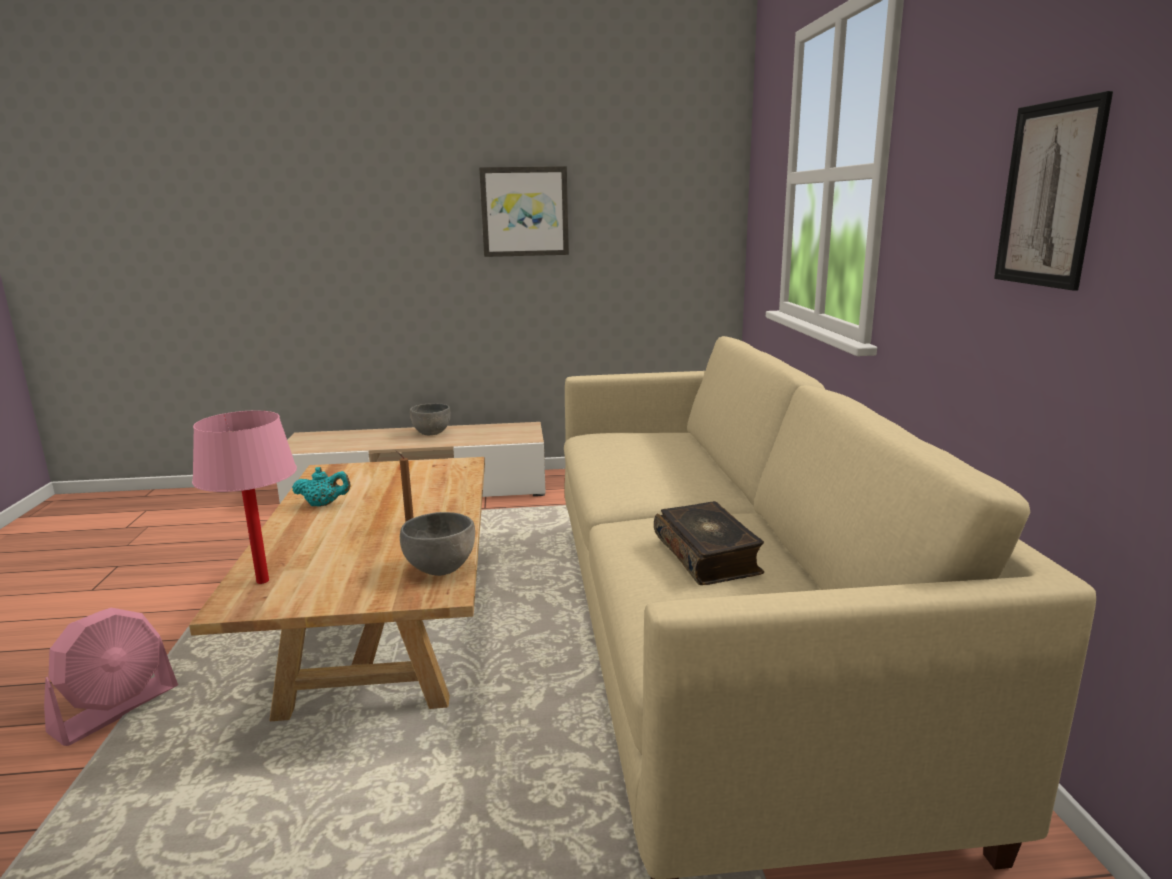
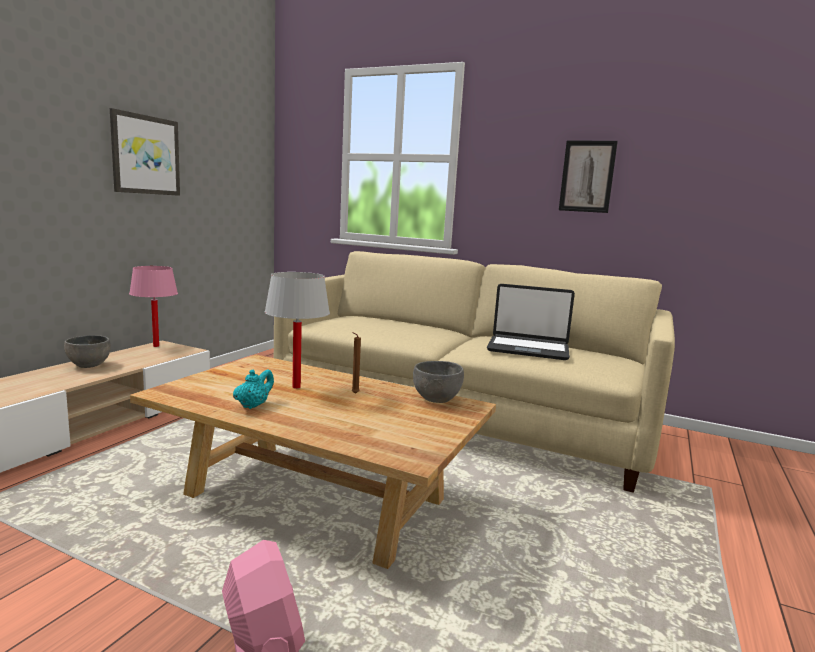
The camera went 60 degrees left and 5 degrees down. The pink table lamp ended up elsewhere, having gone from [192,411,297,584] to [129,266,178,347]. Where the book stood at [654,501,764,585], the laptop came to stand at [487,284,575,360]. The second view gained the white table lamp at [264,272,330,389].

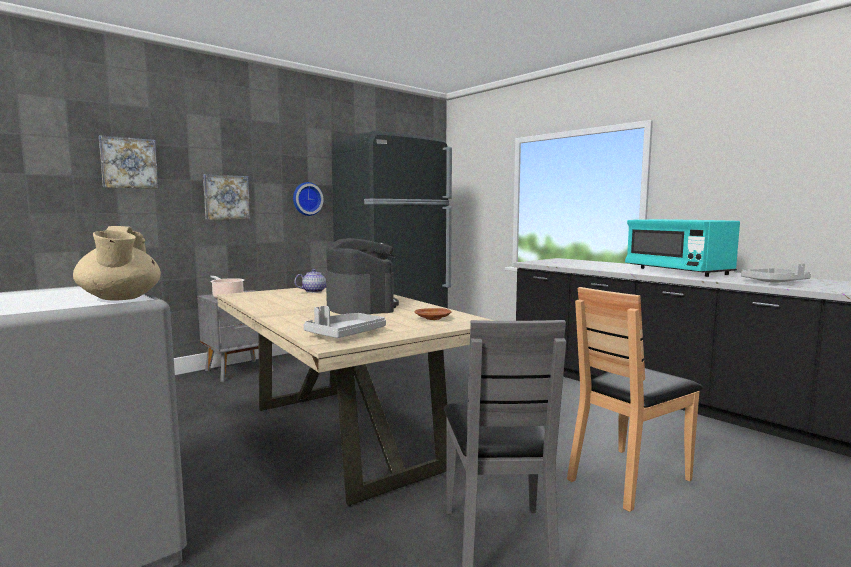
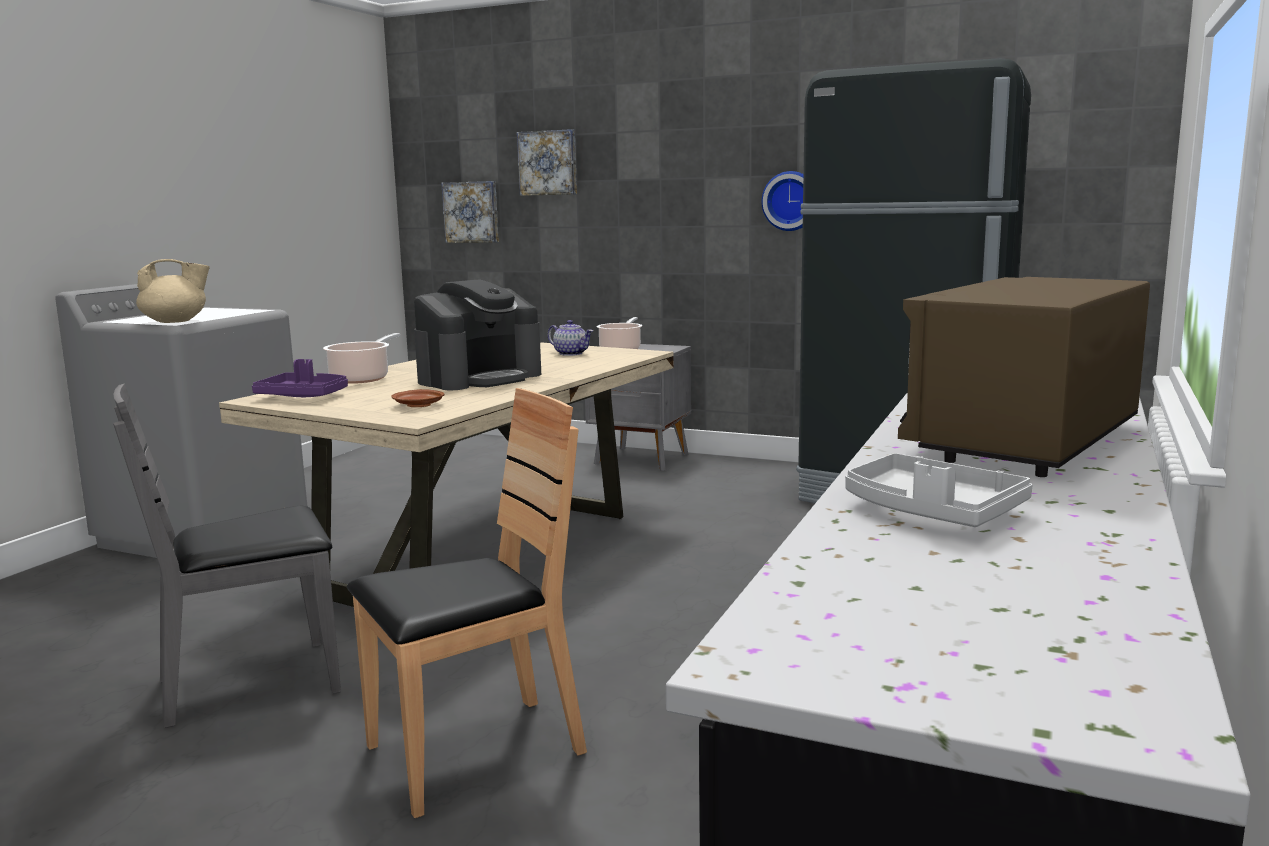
The camera went 65 degrees right and 5 degrees up. The beige teapot at [73,226,161,301] ended up facing another way, 150 degrees counterclockwise from before. The picture ended up elsewhere, having gone from [203,174,250,220] to [441,181,499,243]. What was the grey tray at [303,306,386,338] turned into the purple tray at [252,359,348,397]. The brown chair at [567,287,703,512] ended up facing another way, 120 degrees clockwise from before. What was the turquoise microwave at [625,219,740,277] turned into the brown microwave at [898,277,1150,477]. The second view gained the cooking pot at [323,333,400,384].

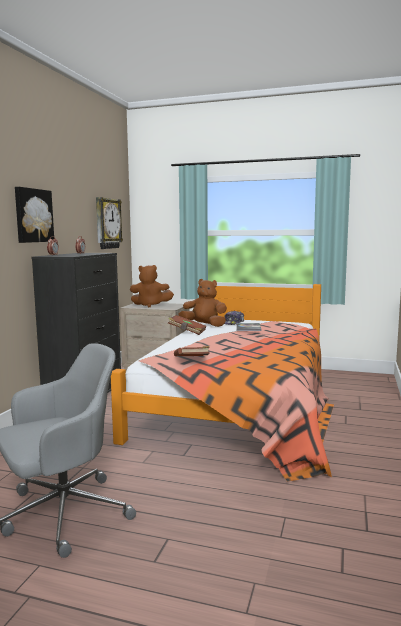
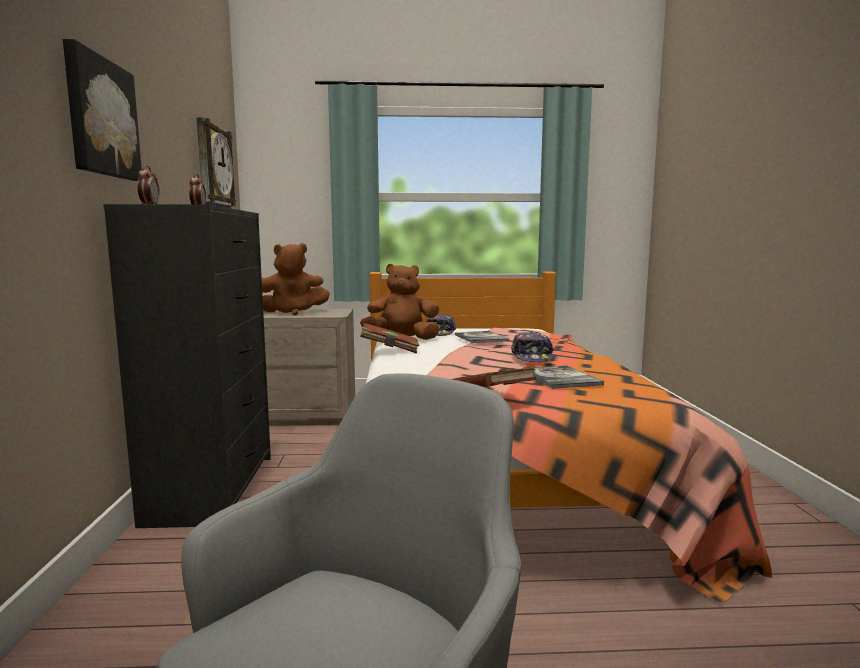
The camera went 20 degrees left and 0 degrees up. The second view gained the cap at [511,332,554,362]. The second view gained the book at [521,366,604,389].

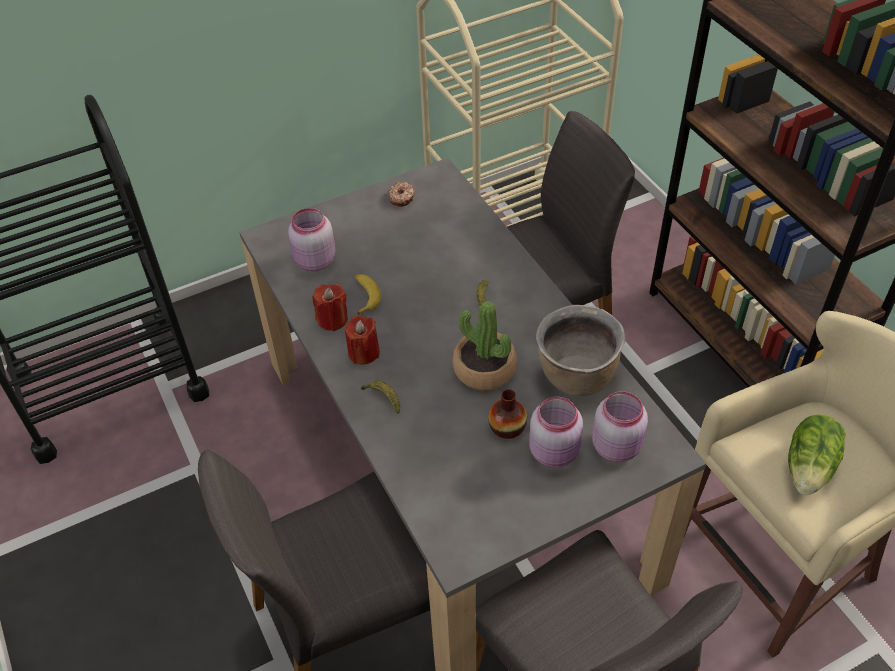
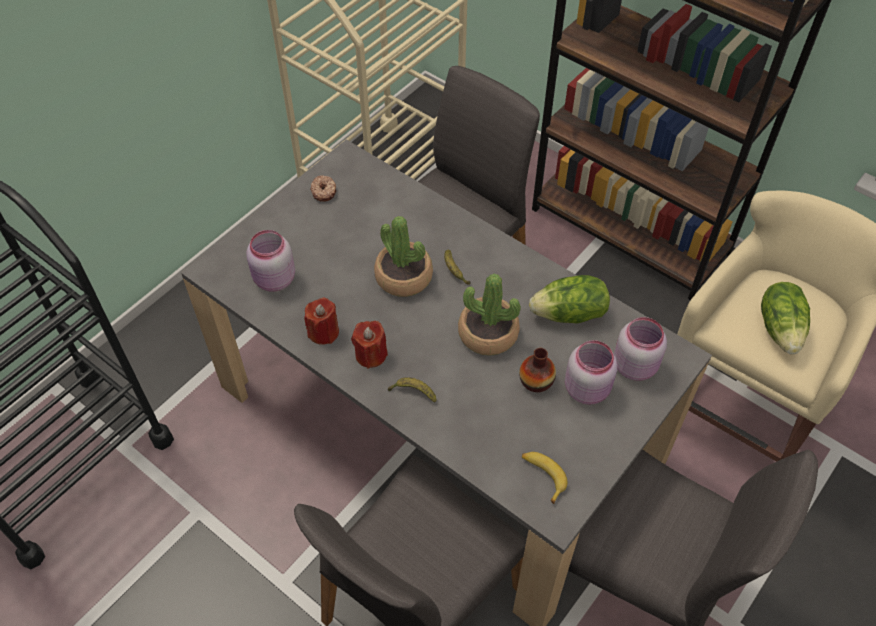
The camera went 25 degrees left and 5 degrees up. The banana ended up elsewhere, having gone from [355,274,381,315] to [522,452,567,504]. Where the brown cooking pot stood at [536,305,625,396], the lettuce came to stand at [529,275,610,323]. The second view gained the potted plant at [374,216,433,297].

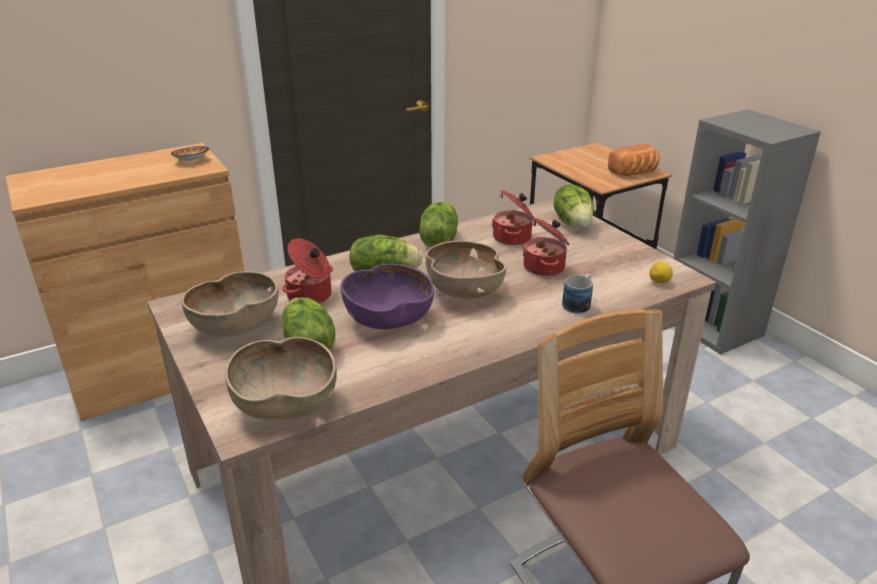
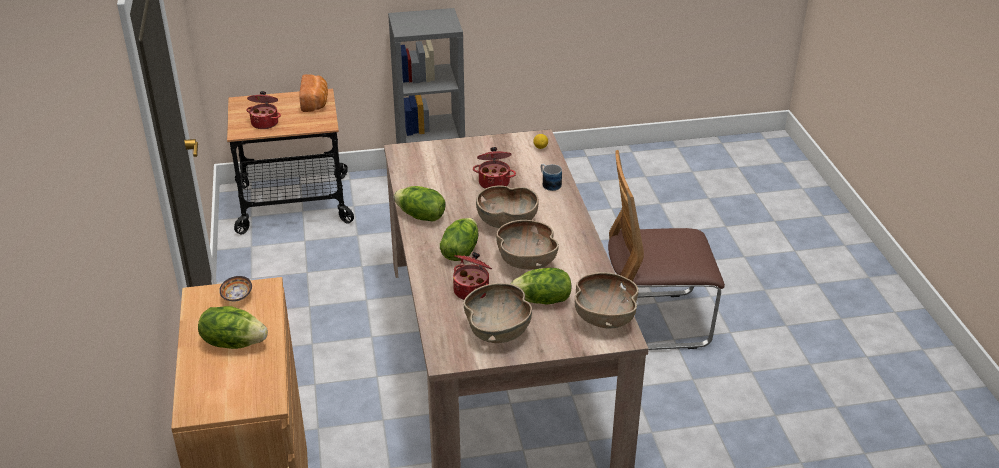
The camera went 70 degrees left and 5 degrees up. What was the purple bowl at [341,264,434,329] turned into the brown bowl at [496,220,559,270]. The cooking pot ended up elsewhere, having gone from [492,189,534,245] to [246,91,281,129]. The lettuce ended up elsewhere, having gone from [554,184,594,228] to [198,306,268,349].

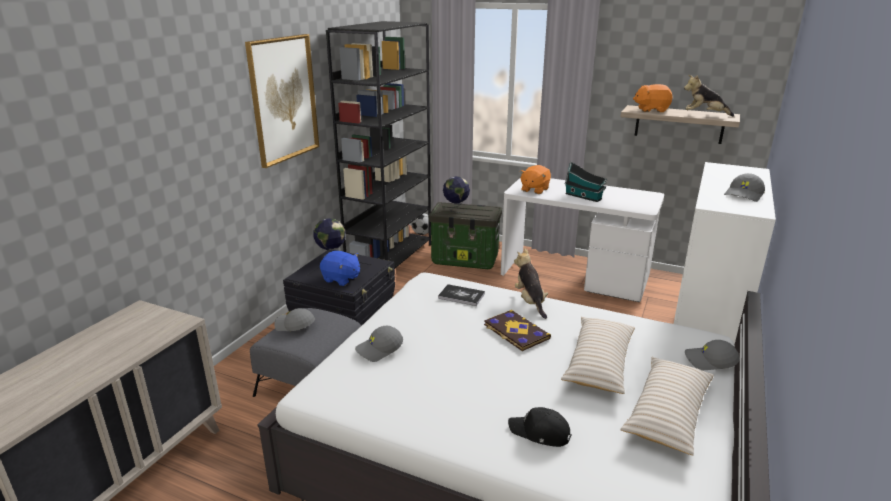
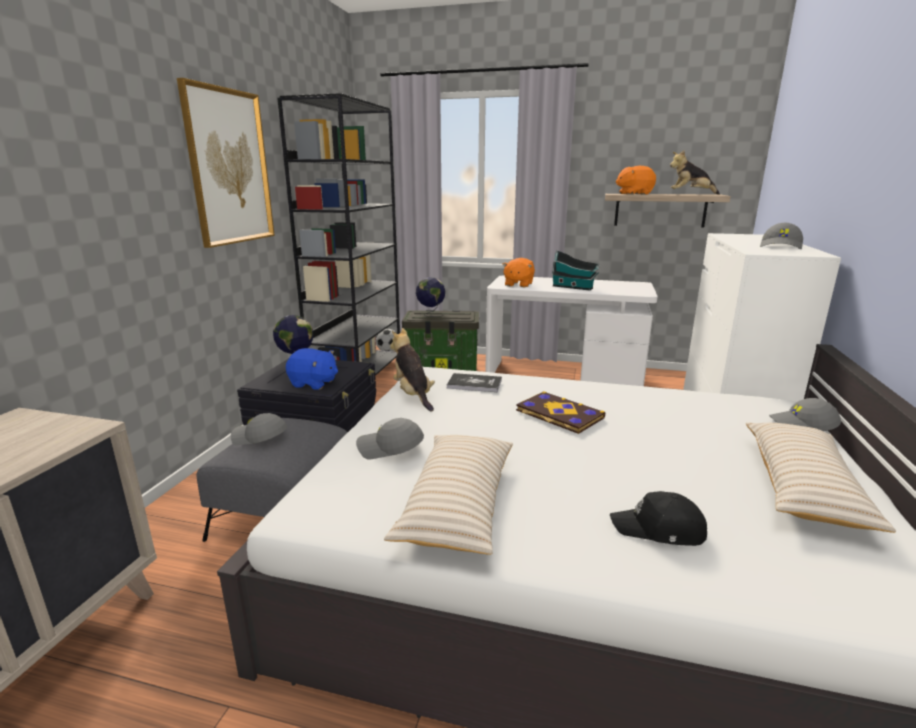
The camera went 10 degrees left and 5 degrees down. The grey cap at [355,326,403,362] ended up facing another way, 45 degrees clockwise from before. The plush toy ended up elsewhere, having gone from [514,248,548,319] to [390,328,435,411]. The beige pillow ended up elsewhere, having gone from [561,317,635,394] to [384,435,513,555].

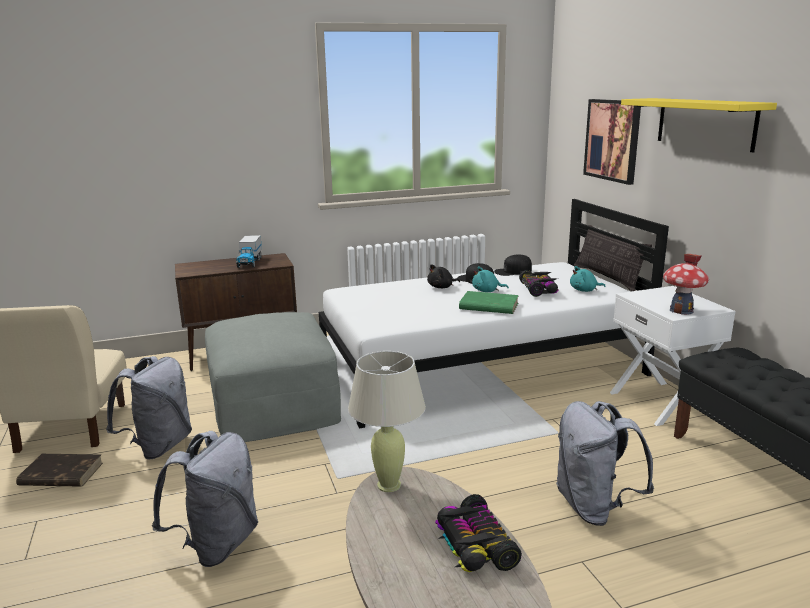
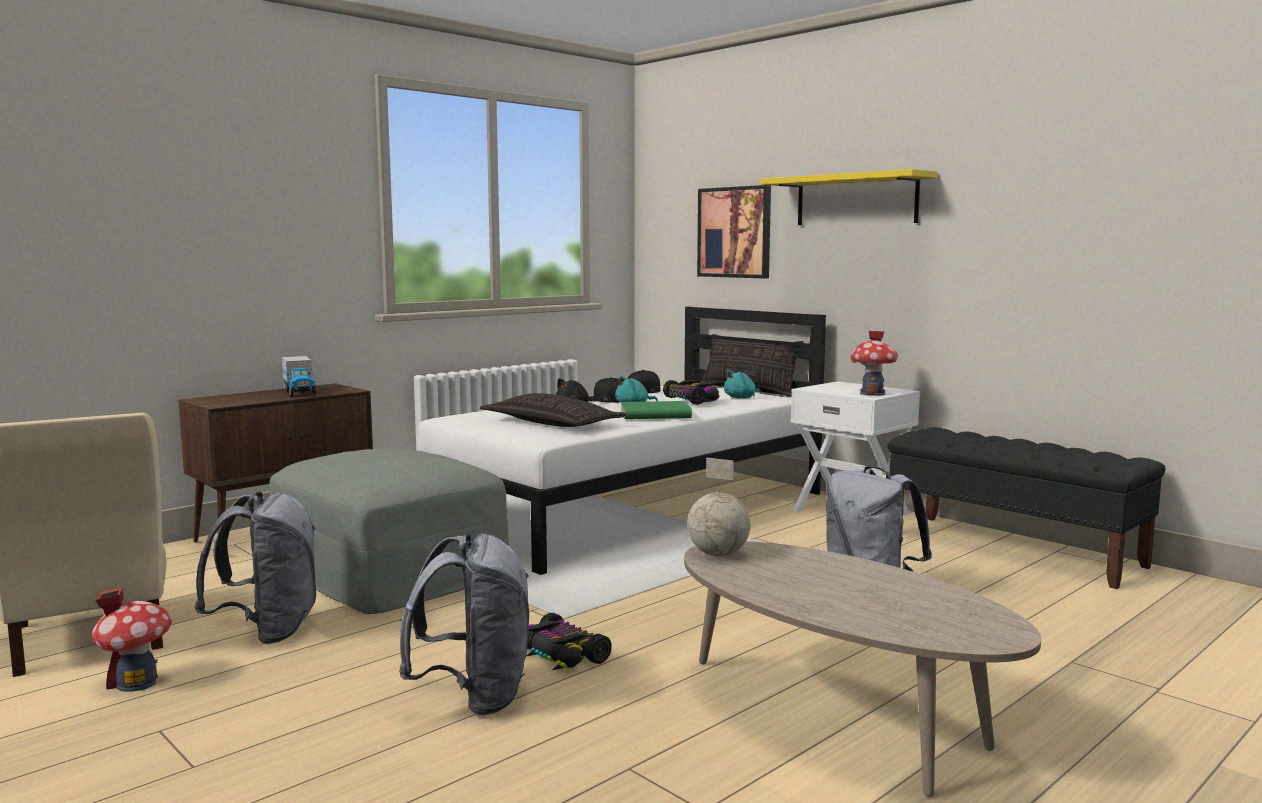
The camera went 25 degrees left and 10 degrees down. Where the brown book stood at [16,454,103,487], the toy house came to stand at [92,587,172,692]. Where the beige table lamp stood at [348,351,426,492], the globe came to stand at [687,457,751,556]. The toy car ended up elsewhere, having gone from [435,494,522,572] to [526,613,612,671]. The second view gained the pillow at [480,393,626,427].

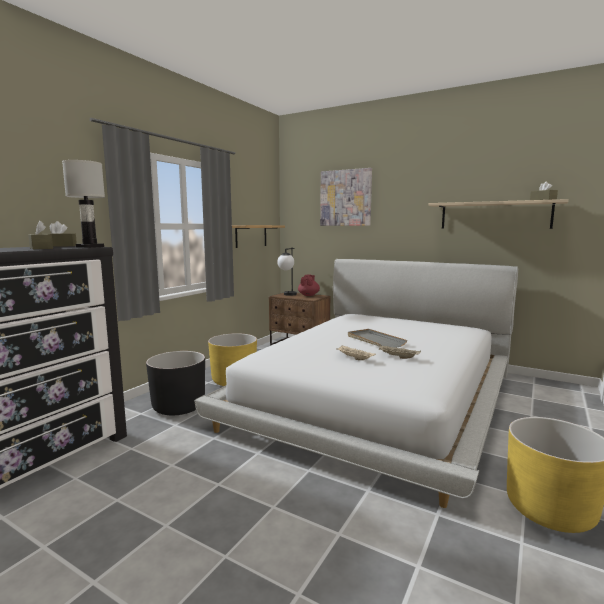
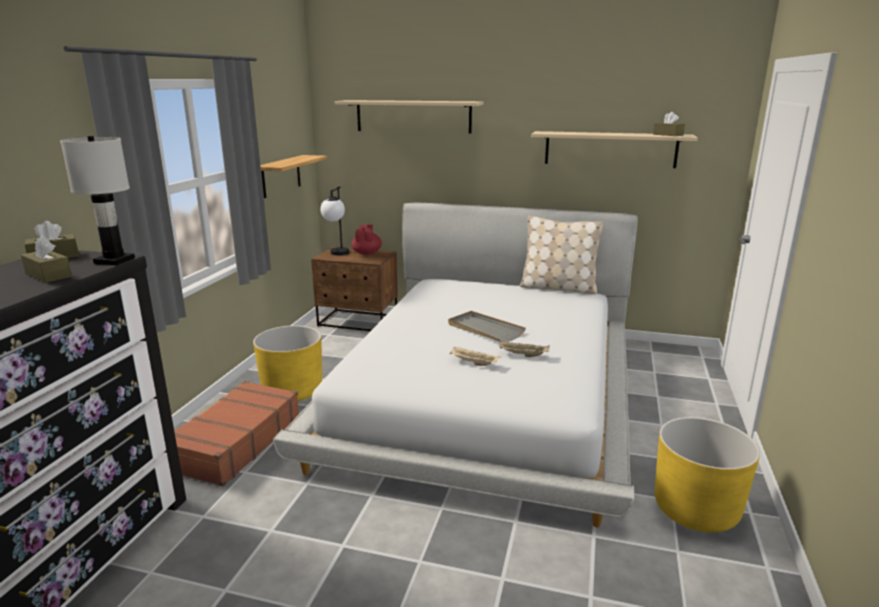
The camera went 15 degrees left and 10 degrees up. Where the black planter stood at [146,351,205,415], the brown suitcase came to stand at [174,381,299,486]. Where the picture hung at [320,168,372,226], the beige shelf came to hang at [335,100,483,134]. The second view gained the beige pillow at [520,216,603,294].

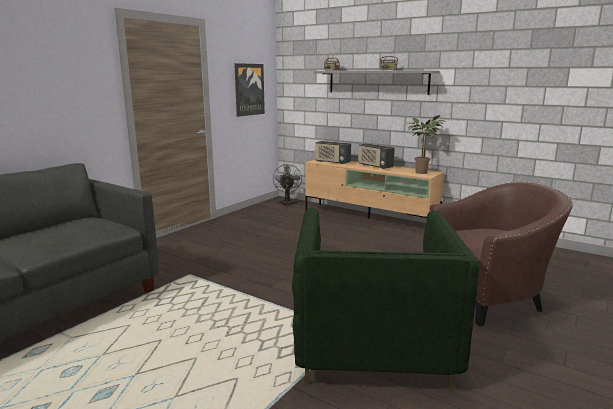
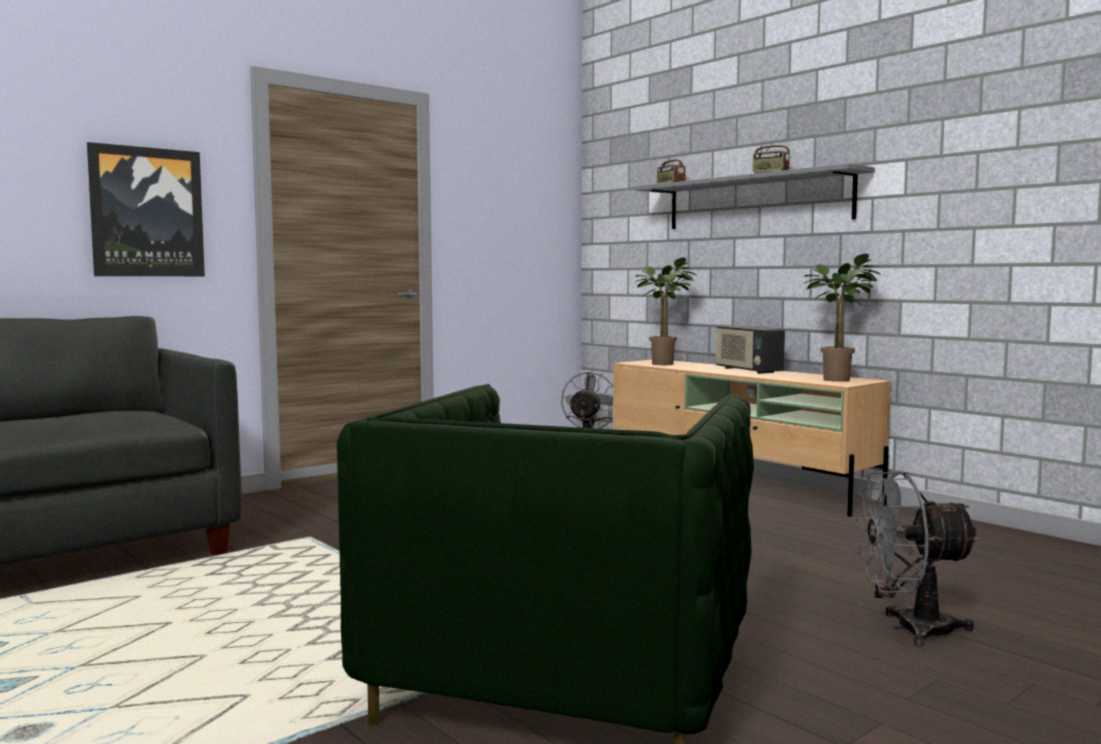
The camera went 15 degrees right and 10 degrees down. The picture ended up elsewhere, having gone from [234,63,265,117] to [87,142,205,276]. Where the radio stood at [315,141,351,164], the potted plant came to stand at [635,257,696,365]. Where the brown armchair stood at [429,182,573,326], the grey fan came to stand at [855,471,980,646].

